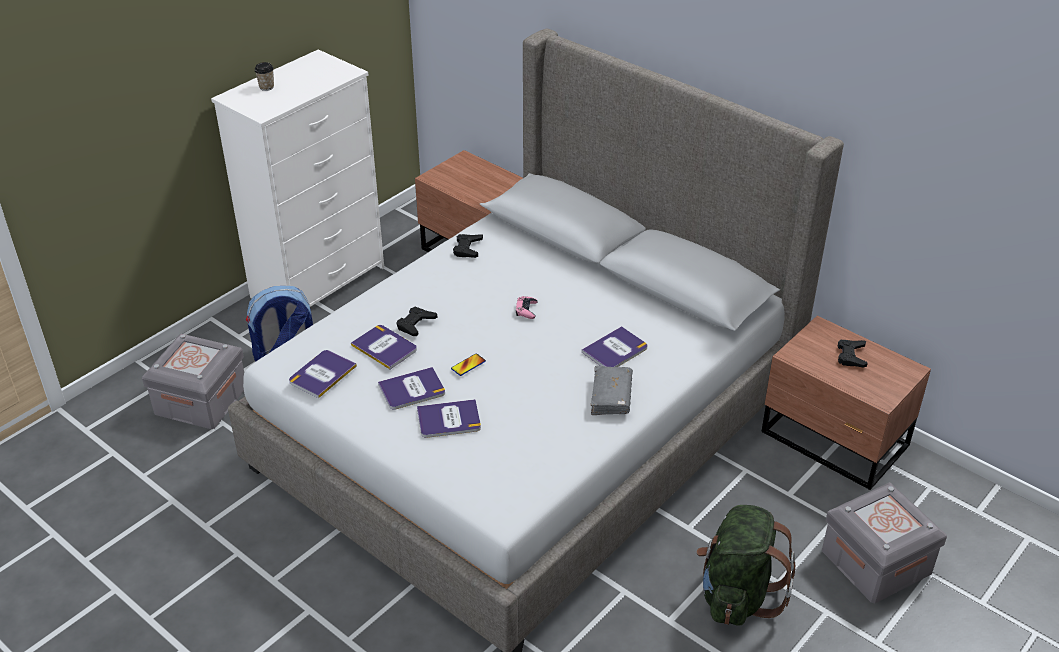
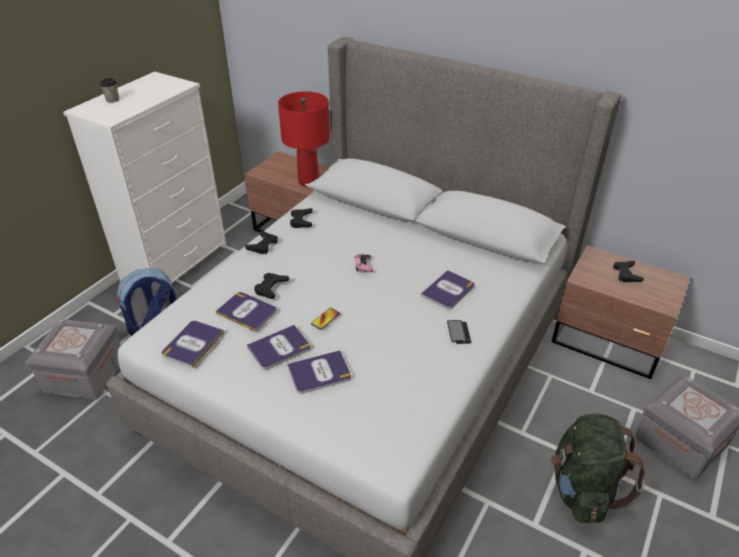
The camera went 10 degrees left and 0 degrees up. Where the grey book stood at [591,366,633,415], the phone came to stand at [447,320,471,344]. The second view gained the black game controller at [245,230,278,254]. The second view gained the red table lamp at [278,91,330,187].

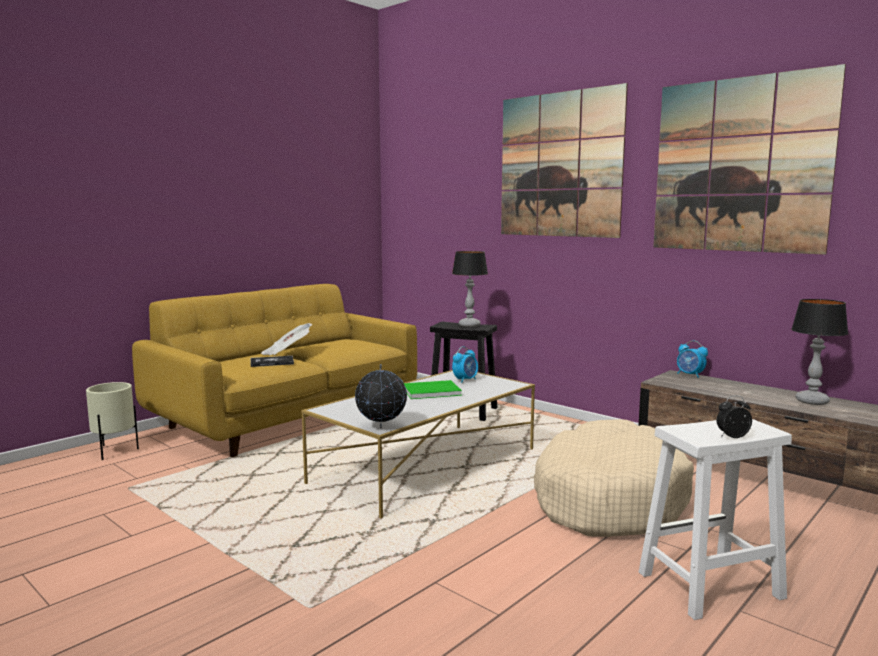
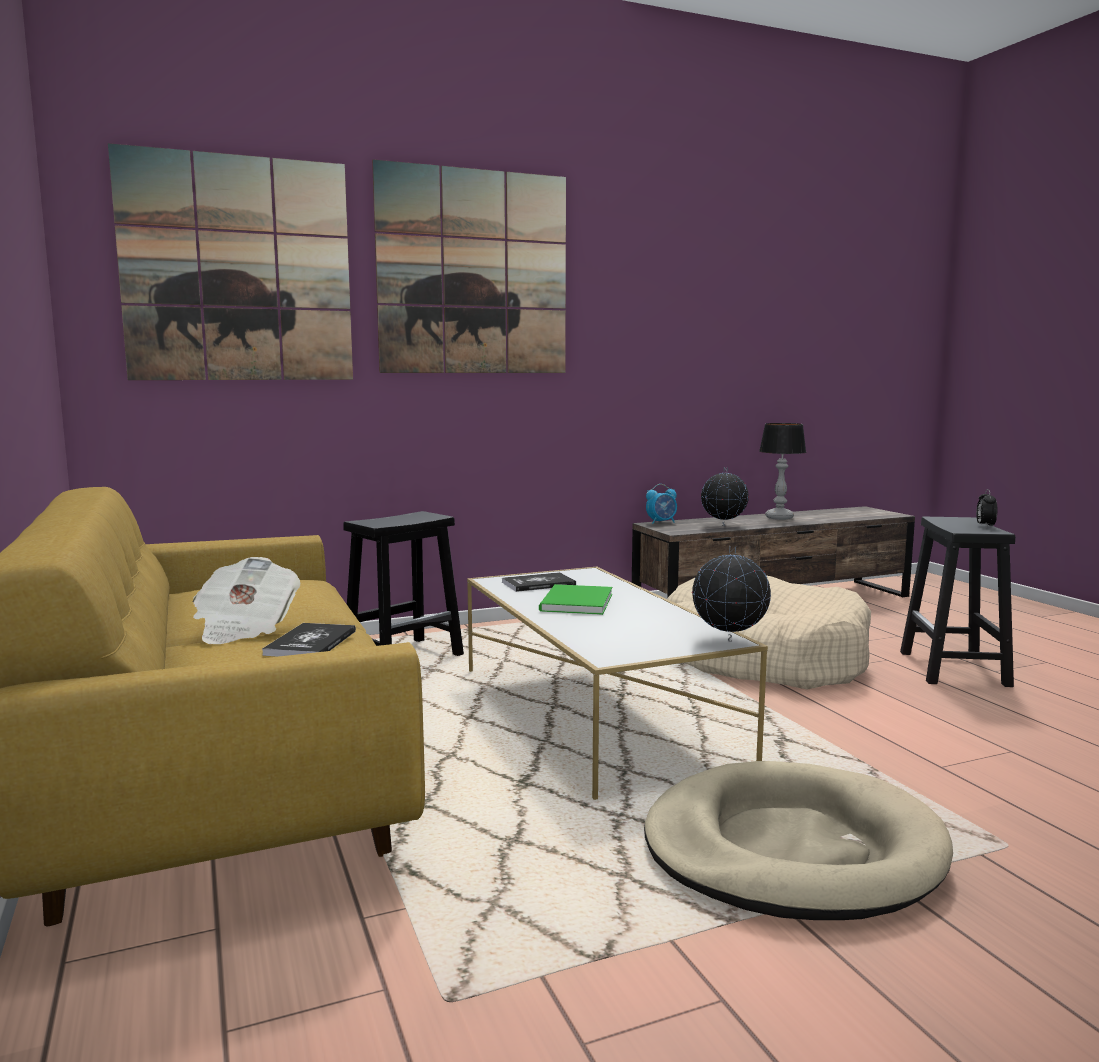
The camera went 65 degrees left and 0 degrees up. The second view lost the beige planter at [86,382,139,460]. The second view lost the table lamp at [452,251,488,327]. Where the alarm clock stood at [452,347,478,383], the book came to stand at [502,572,576,592]. What was the white stool at [639,419,792,620] turned into the black stool at [900,517,1015,687]. The picture ended up elsewhere, having gone from [653,64,846,255] to [108,143,353,380]. The second view gained the beige dog bed at [644,761,953,920]. The second view gained the globe at [701,467,749,526].

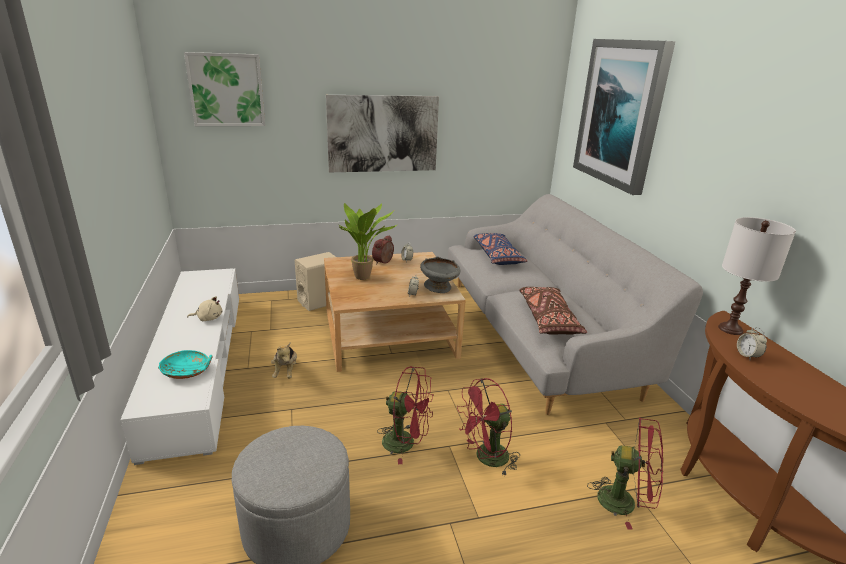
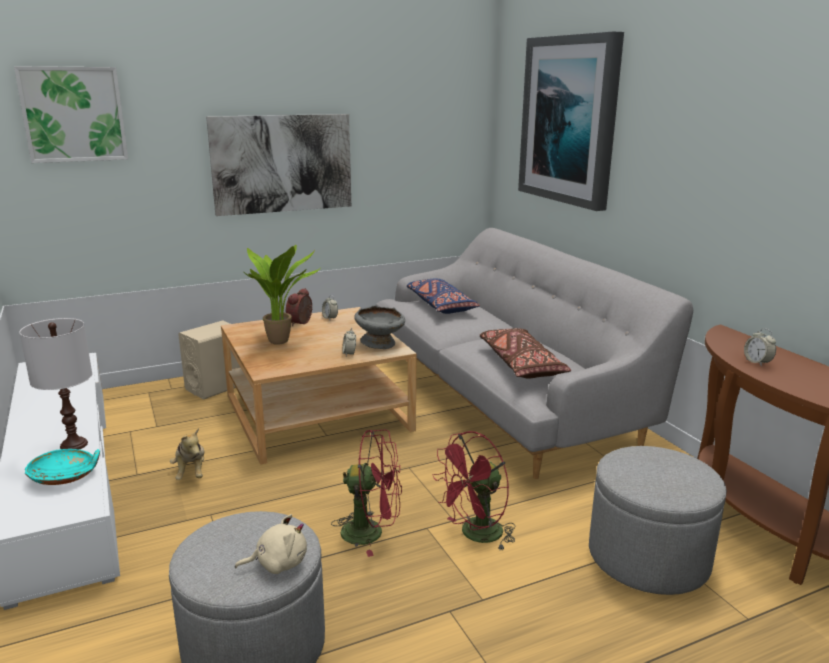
The camera went 10 degrees left and 5 degrees down. The beige plush toy ended up elsewhere, having gone from [187,296,222,321] to [235,514,307,574]. Where the red fan stood at [587,418,663,529], the grey ottoman came to stand at [589,446,727,595]. The white table lamp ended up elsewhere, having gone from [718,217,796,335] to [19,318,92,449].

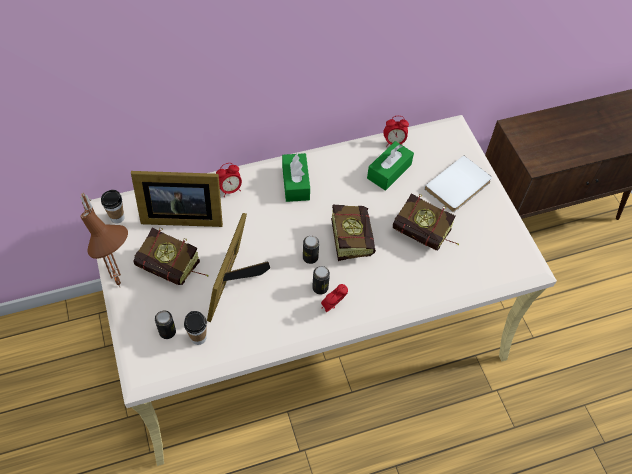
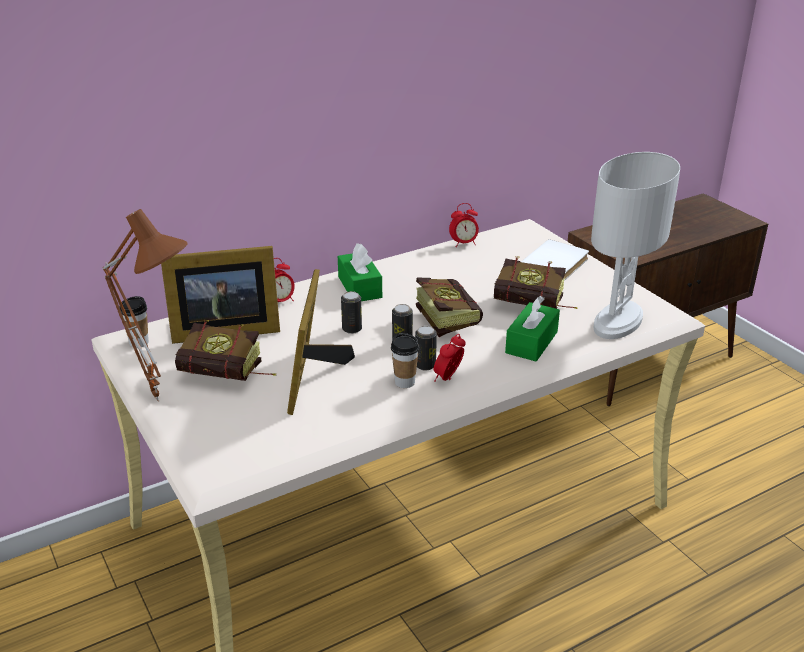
The camera went 10 degrees left and 25 degrees down. The can ended up elsewhere, having gone from [155,311,176,339] to [341,291,362,334]. The cup ended up elsewhere, having gone from [184,311,207,345] to [391,333,419,388]. The green tissue box ended up elsewhere, having gone from [367,141,414,191] to [505,296,560,361]. The second view gained the white table lamp at [591,152,680,339].

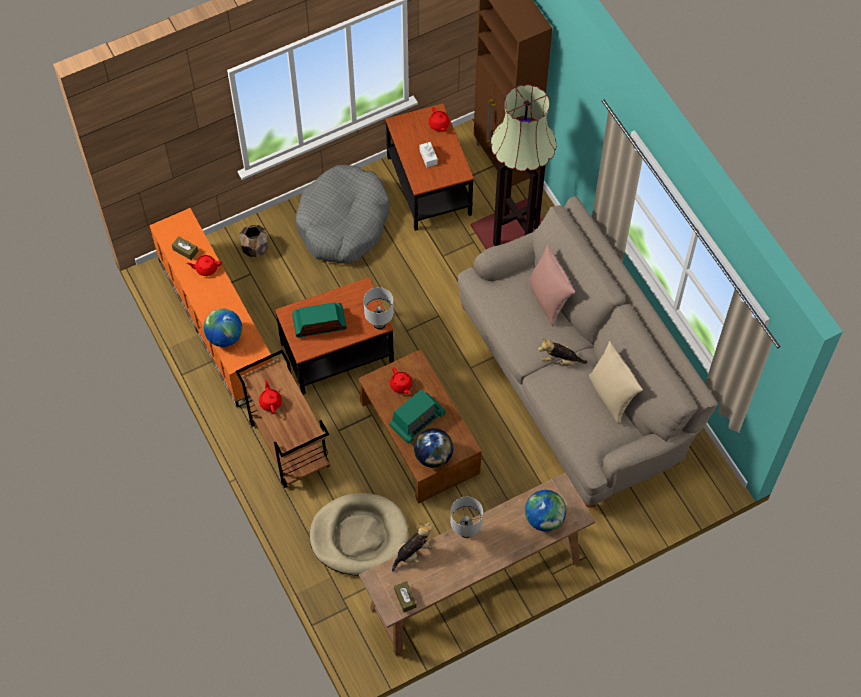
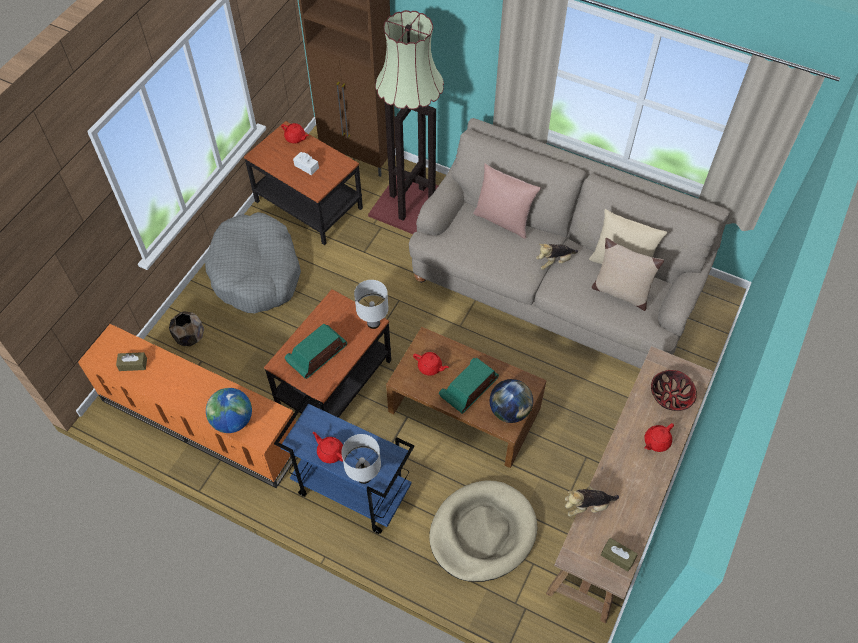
The camera went 35 degrees left and 5 degrees down. The red teapot ended up elsewhere, having gone from [186,255,222,276] to [644,423,674,452]. What was the brown cart at [236,350,330,488] turned into the blue cart at [274,395,414,534]. The radio at [389,390,446,443] ended up facing another way, 150 degrees counterclockwise from before. The plush toy at [392,523,433,572] ended up facing another way, 120 degrees counterclockwise from before. The white table lamp ended up elsewhere, having gone from [450,497,483,538] to [341,434,381,484]. Where the globe stood at [525,490,566,531], the bowl came to stand at [651,370,697,411]. The second view gained the beige pillow at [592,238,664,311].

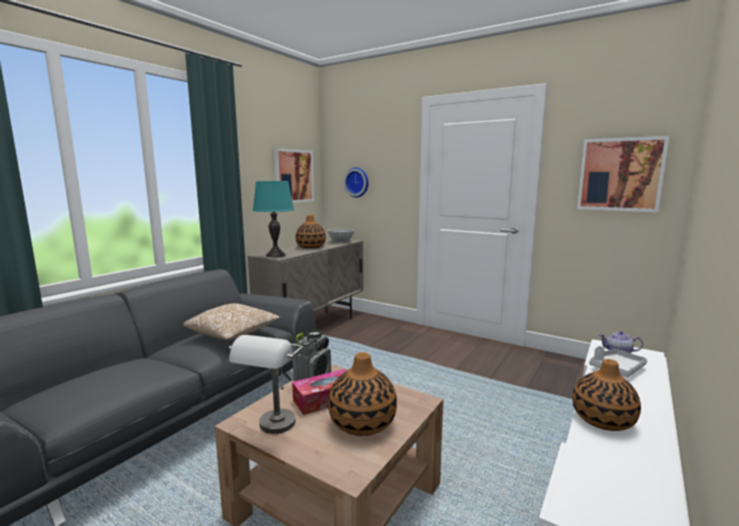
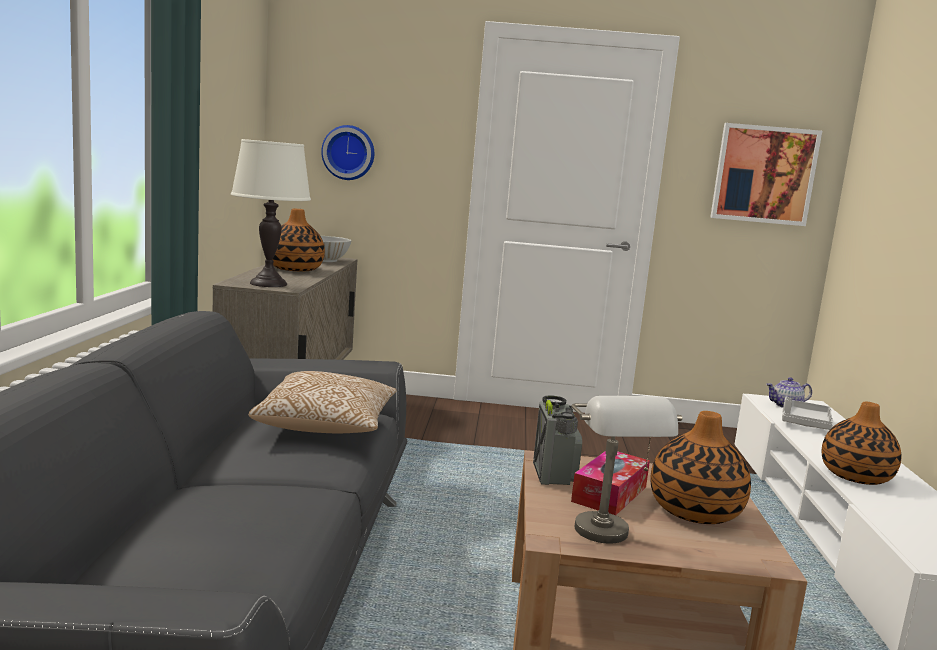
The camera went 30 degrees left and 0 degrees up. What was the turquoise table lamp at [252,181,294,257] turned into the white table lamp at [231,139,311,287]. The second view lost the picture at [274,148,314,203].

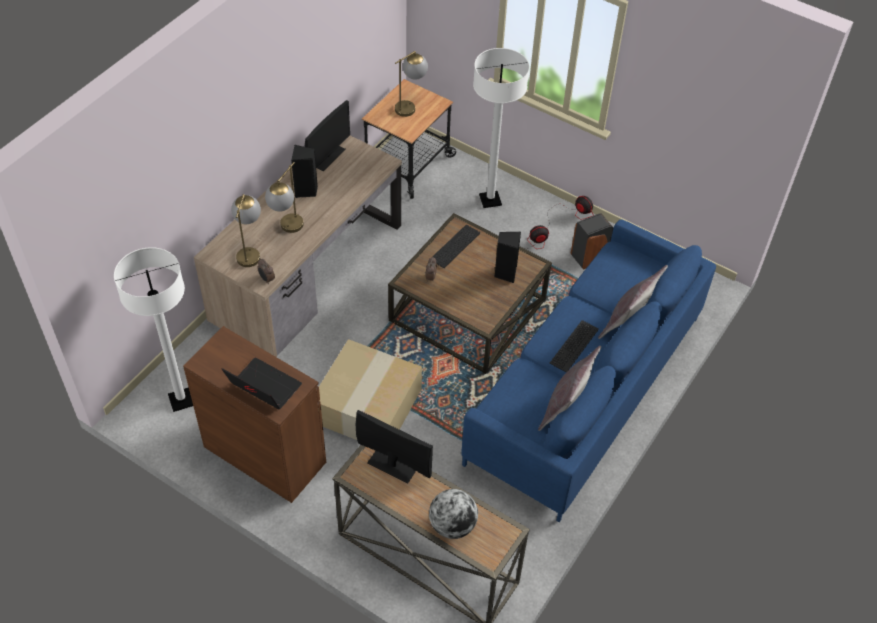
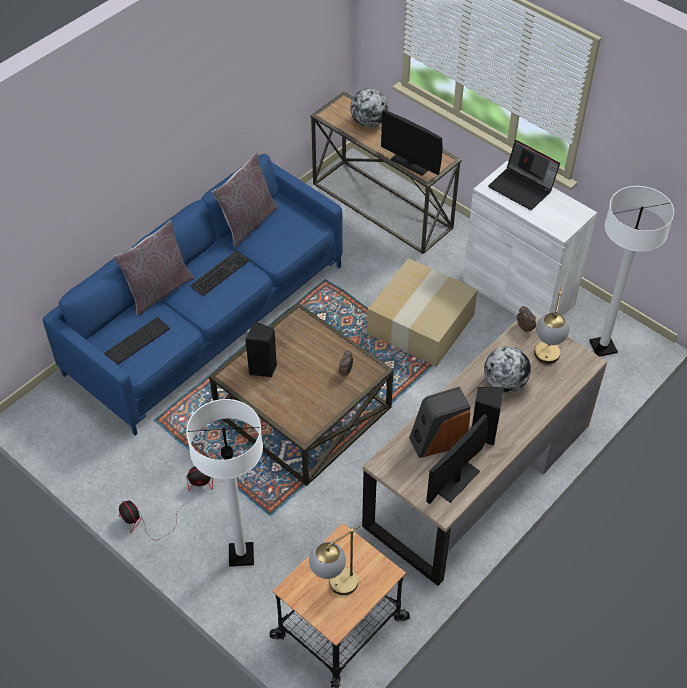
The camera went 170 degrees left and 0 degrees up. What was the brown cabinet at [183,326,326,503] turned into the white cabinet at [462,161,597,319]. Where the table lamp stood at [265,162,304,233], the globe came to stand at [484,346,531,393]. The keyboard ended up elsewhere, having gone from [431,225,480,268] to [104,317,170,365]. The speaker ended up elsewhere, having gone from [570,213,613,270] to [409,386,471,458].

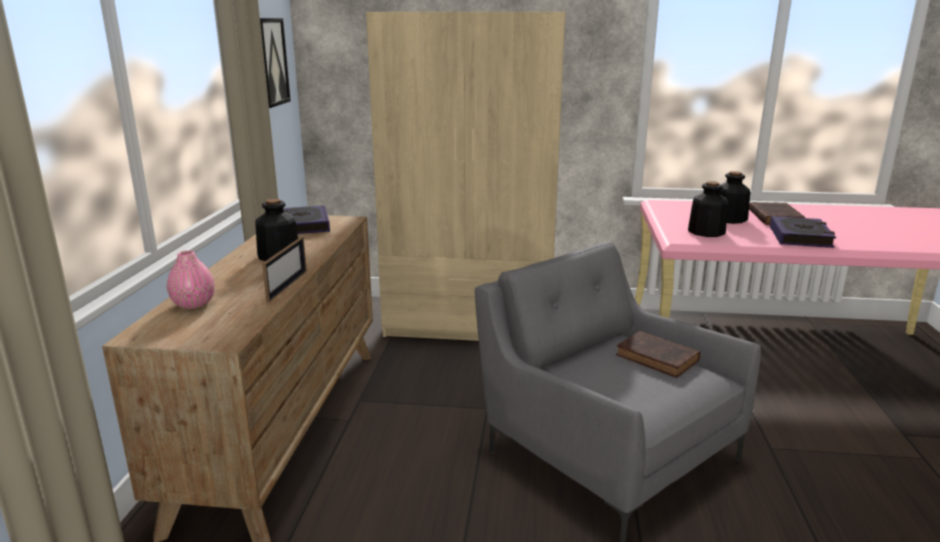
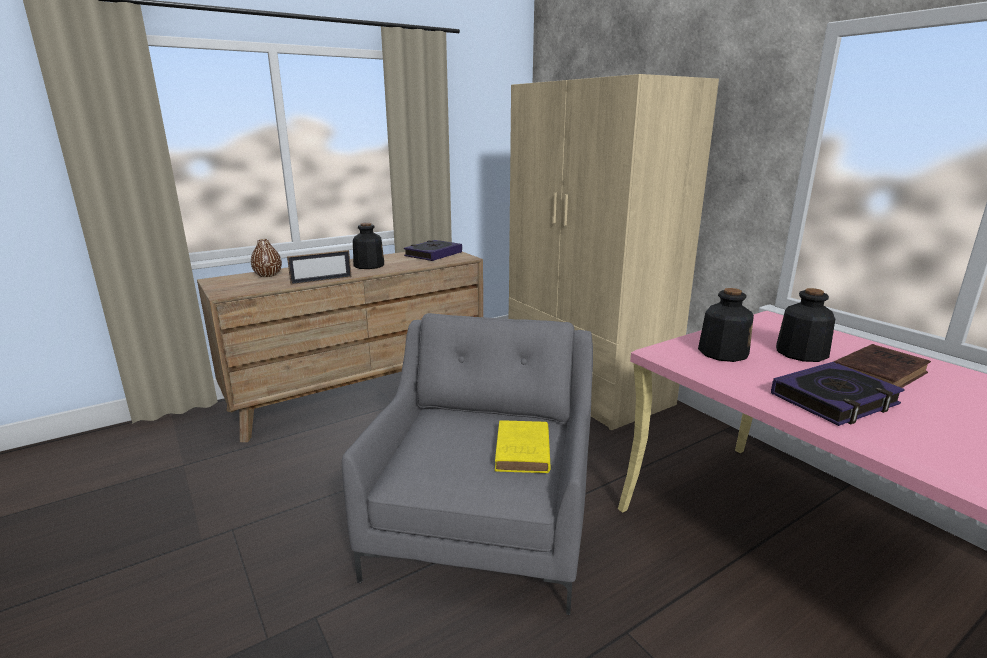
The camera went 50 degrees right and 0 degrees up. What was the pink vase at [167,250,215,309] turned into the brown vase at [251,239,282,277]. The second view lost the picture at [260,18,291,108]. What was the brown book at [616,331,700,378] turned into the yellow book at [495,420,551,473].

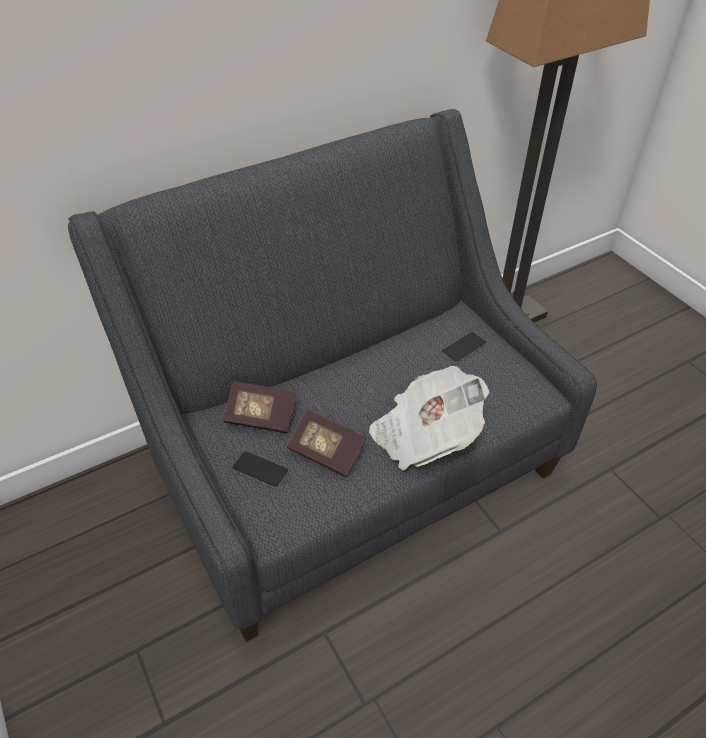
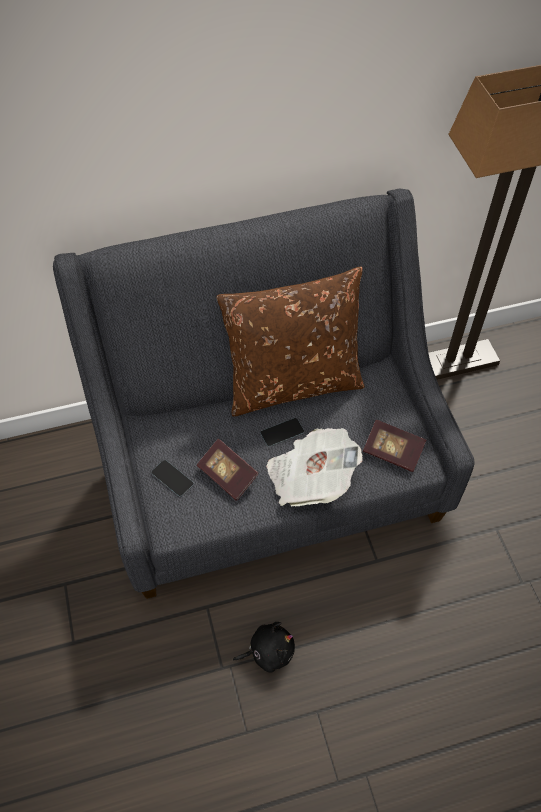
The camera went 15 degrees right and 10 degrees up. The book ended up elsewhere, having gone from [223,381,296,434] to [363,420,426,472]. The phone ended up elsewhere, having gone from [442,332,487,363] to [261,418,304,447]. The second view gained the brown pillow at [216,267,365,417]. The second view gained the black plush toy at [233,622,295,672].

